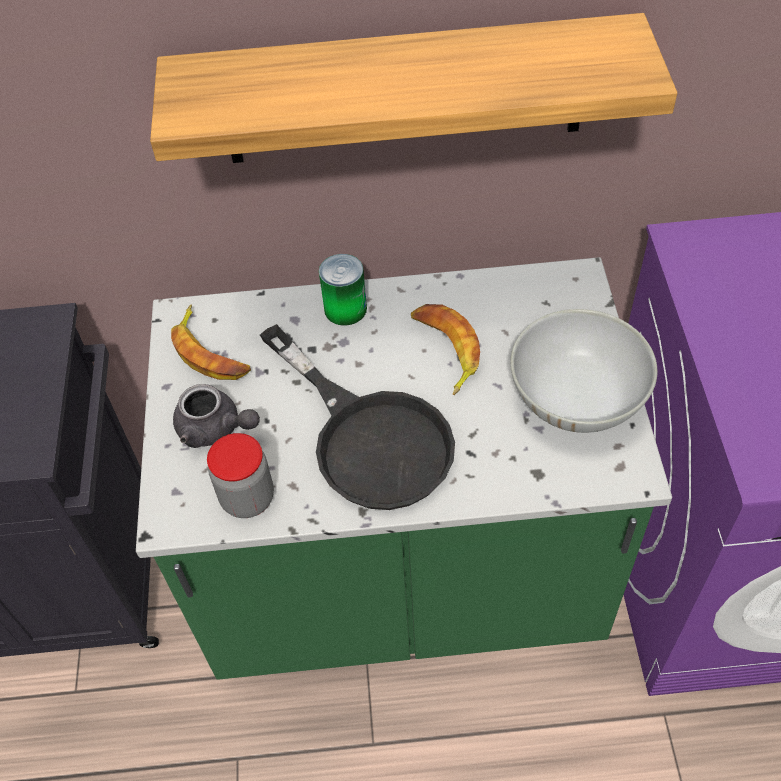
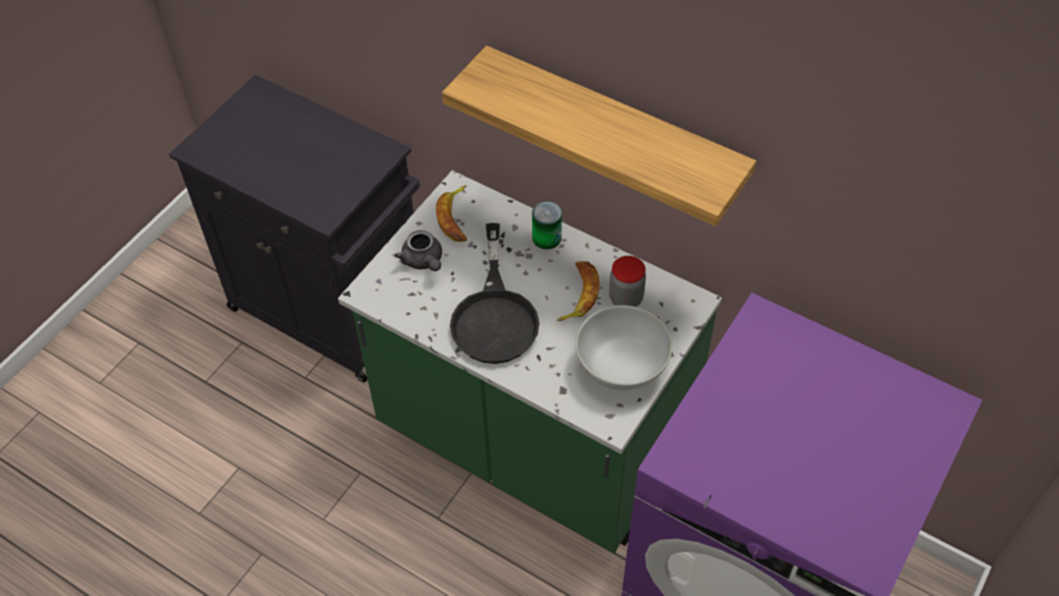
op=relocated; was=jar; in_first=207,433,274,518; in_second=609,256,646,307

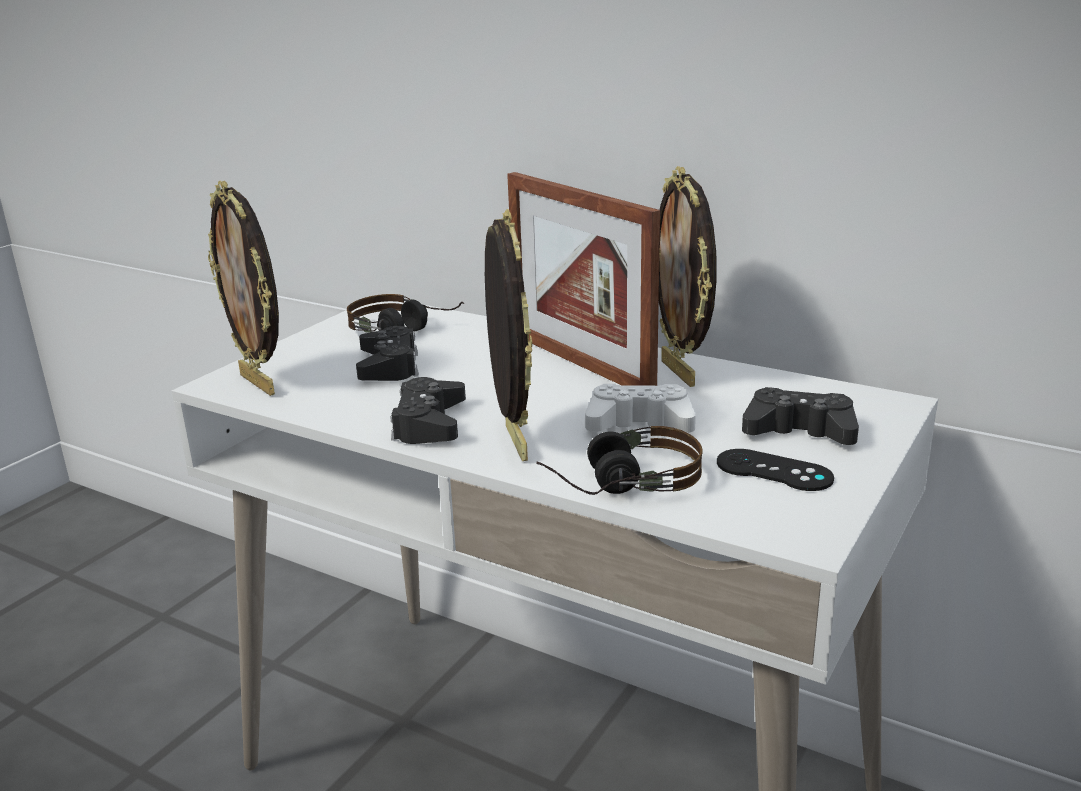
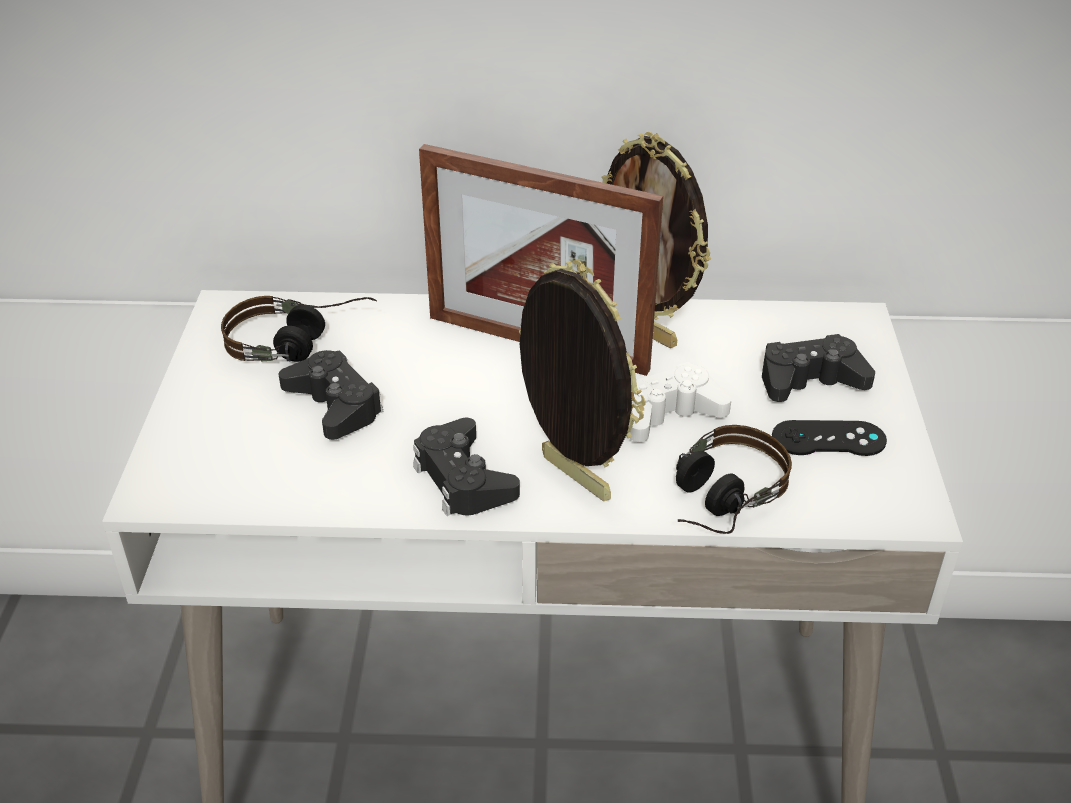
op=missing; was=picture frame; in_first=208,181,279,396

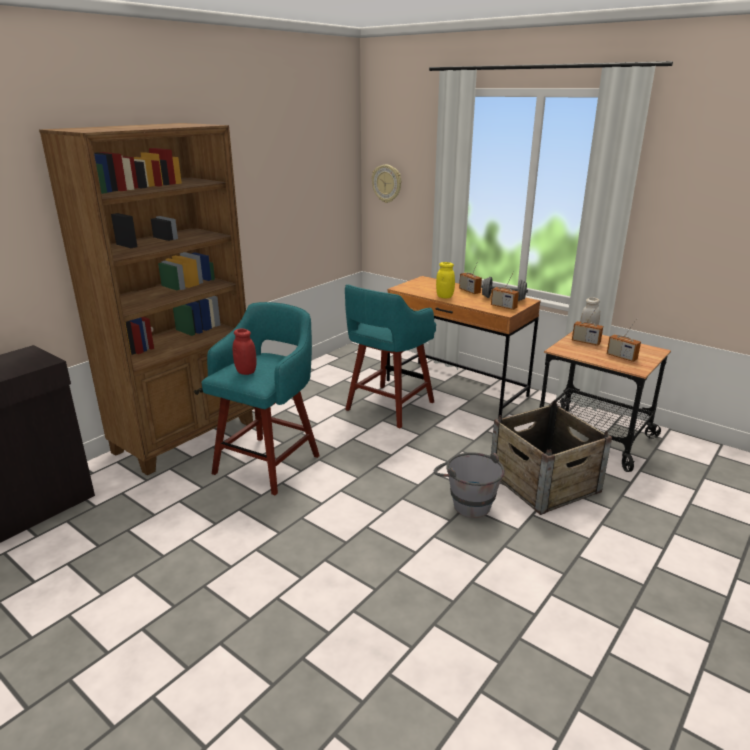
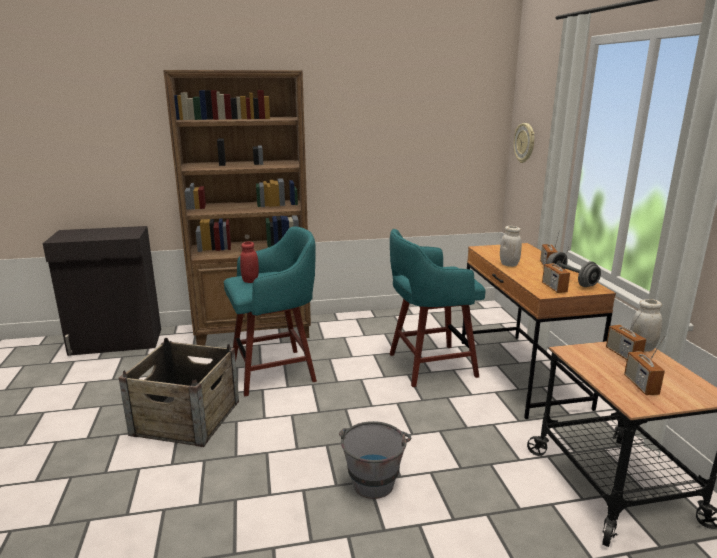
op=colour; was=jar (yellow); now=jar (white); in_first=436,262,455,298; in_second=500,226,522,267
op=relocated; was=crate; in_first=491,401,612,515; in_second=119,338,239,447

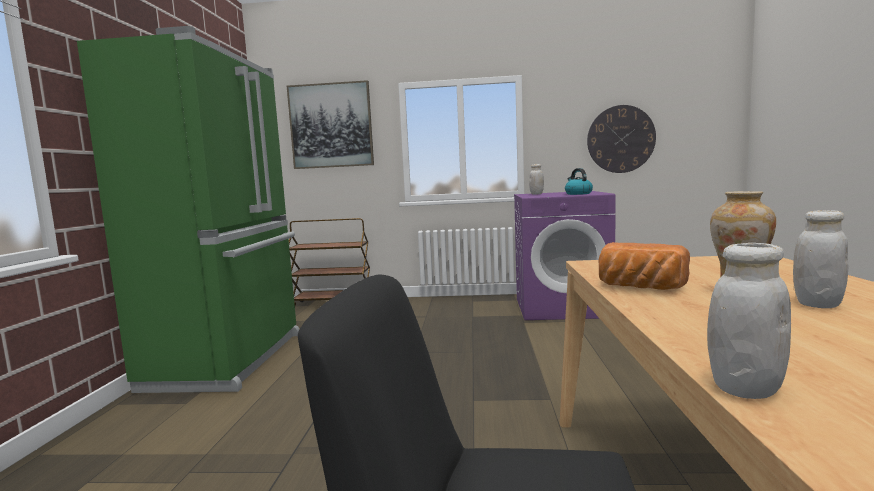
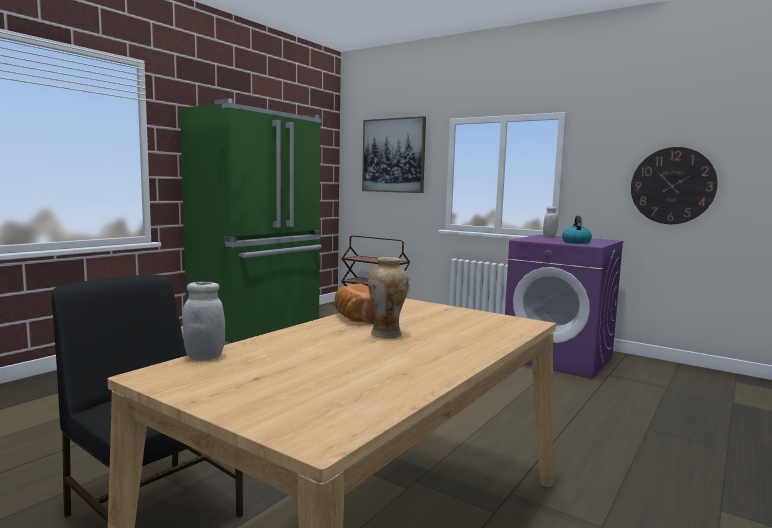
op=missing; was=jar (white); in_first=793,210,849,308

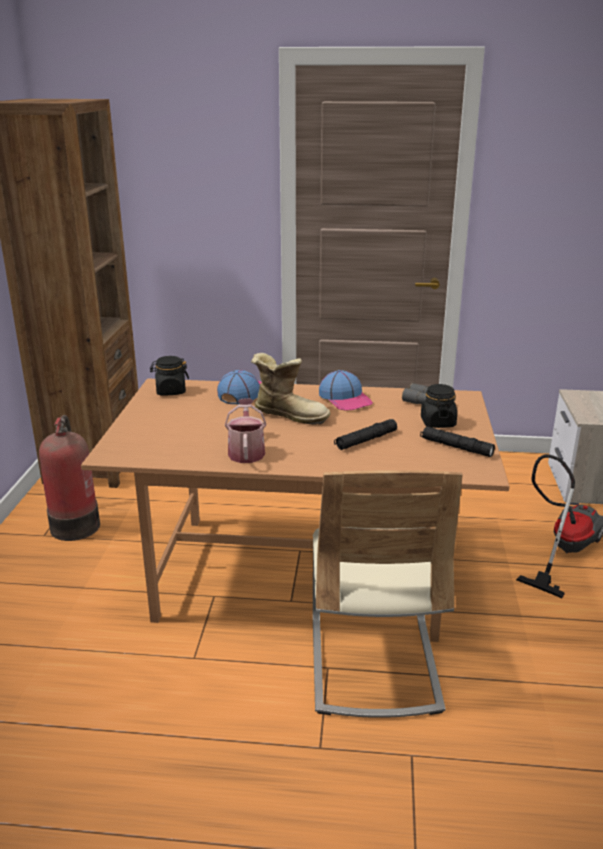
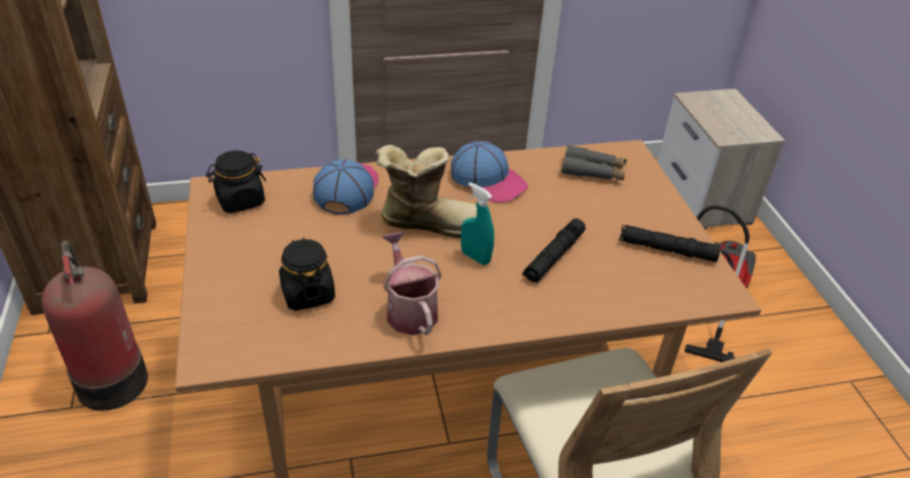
op=relocated; was=jar (black); in_first=421,384,457,428; in_second=279,238,335,311
op=appeared; now=spray bottle (turquoise); in_second=461,182,494,265

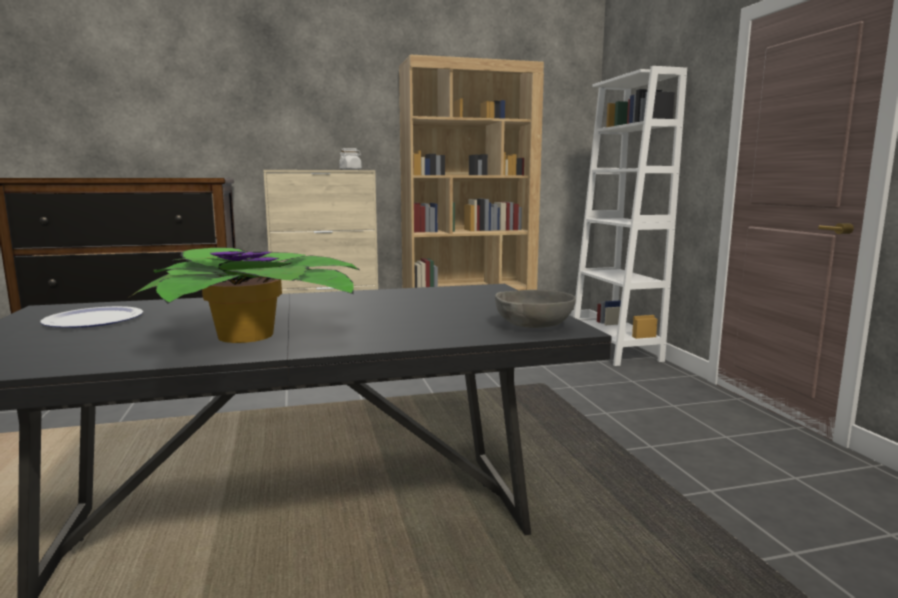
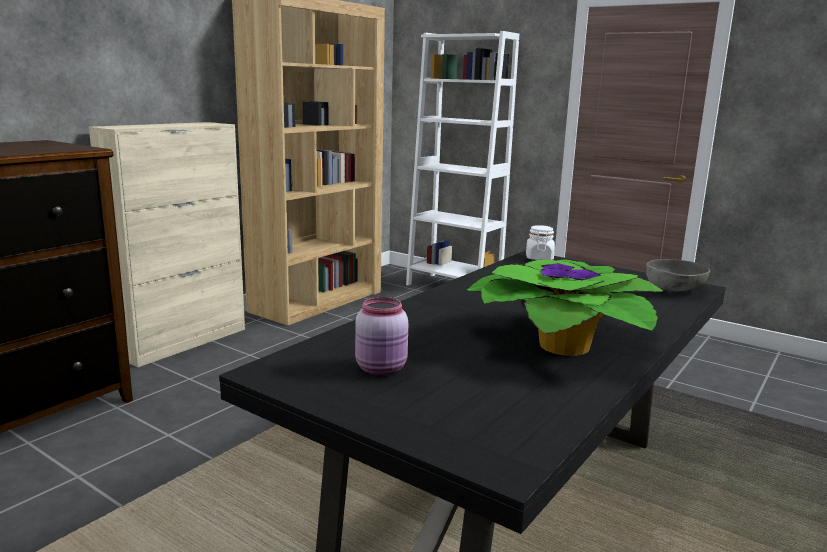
op=relocated; was=jar (white); in_first=339,148,362,170; in_second=526,225,555,260
op=exchanged; was=plate; now=jar (pink); in_first=41,306,143,328; in_second=355,297,408,376

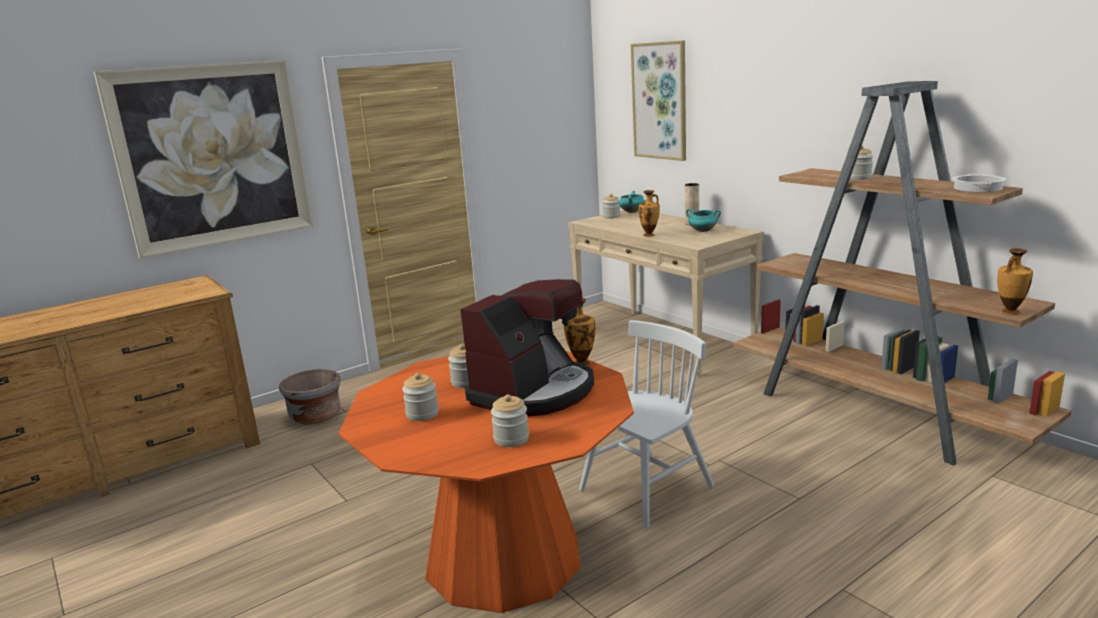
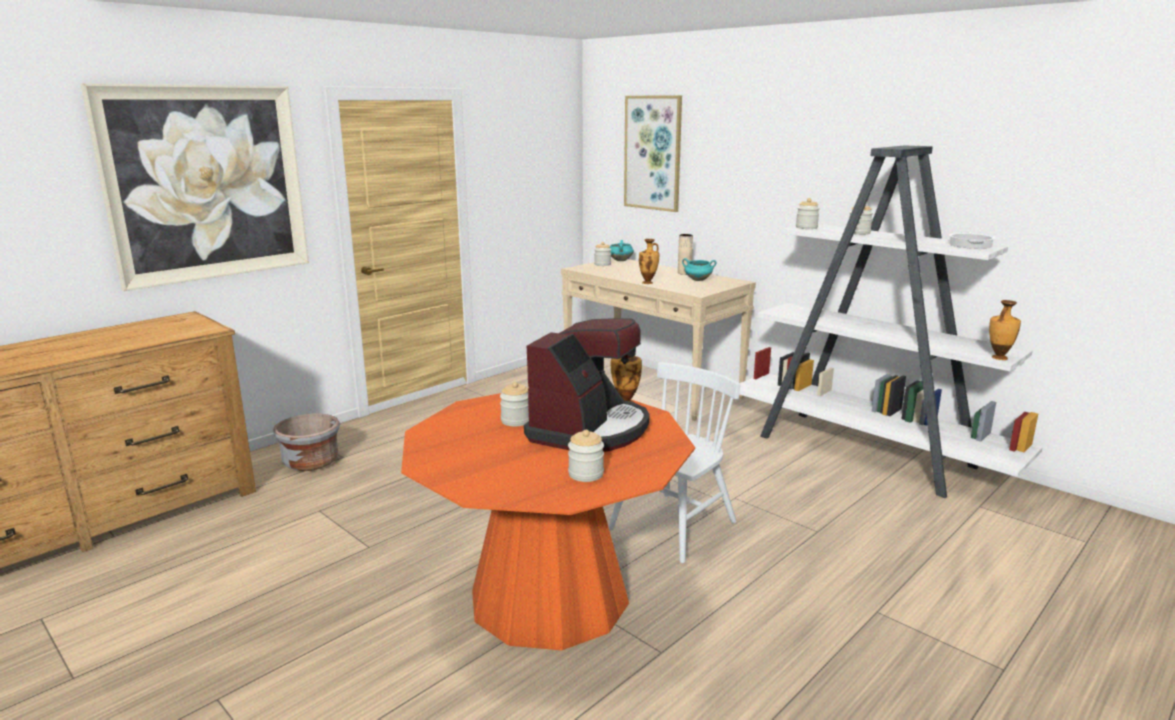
op=colour; was=bookcase (brown); now=bookcase (white); in_first=733,81,1071,465; in_second=739,145,1043,498
op=relocated; was=jar; in_first=402,373,439,421; in_second=796,198,820,229

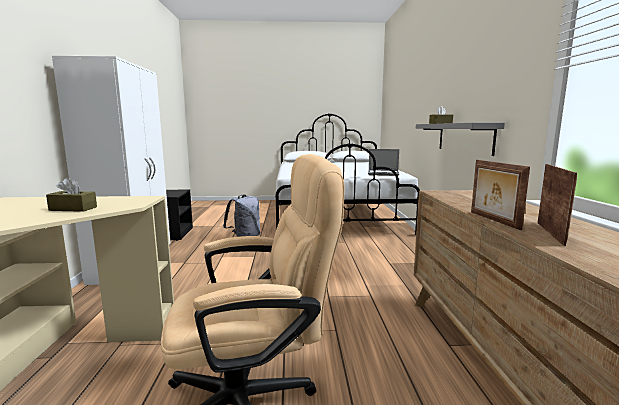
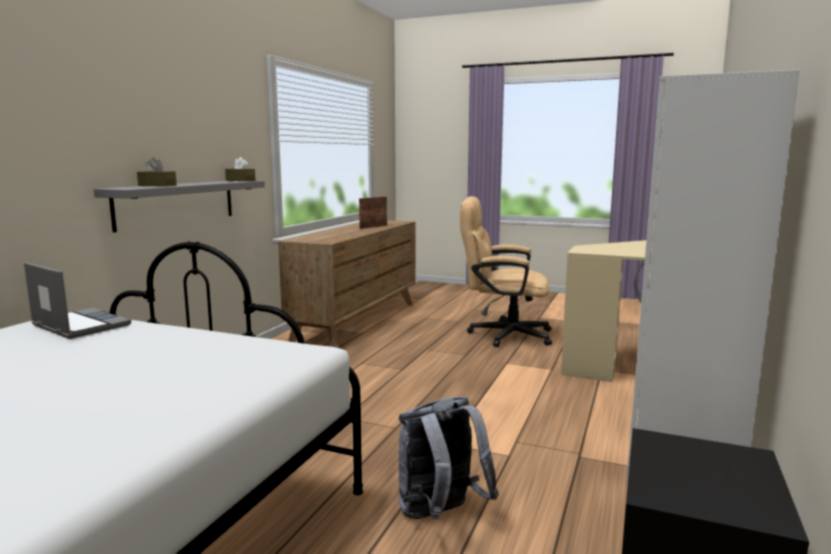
op=missing; was=picture frame; in_first=471,160,530,230
op=relocated; was=tissue box (brown); in_first=46,177,97,212; in_second=225,157,256,181

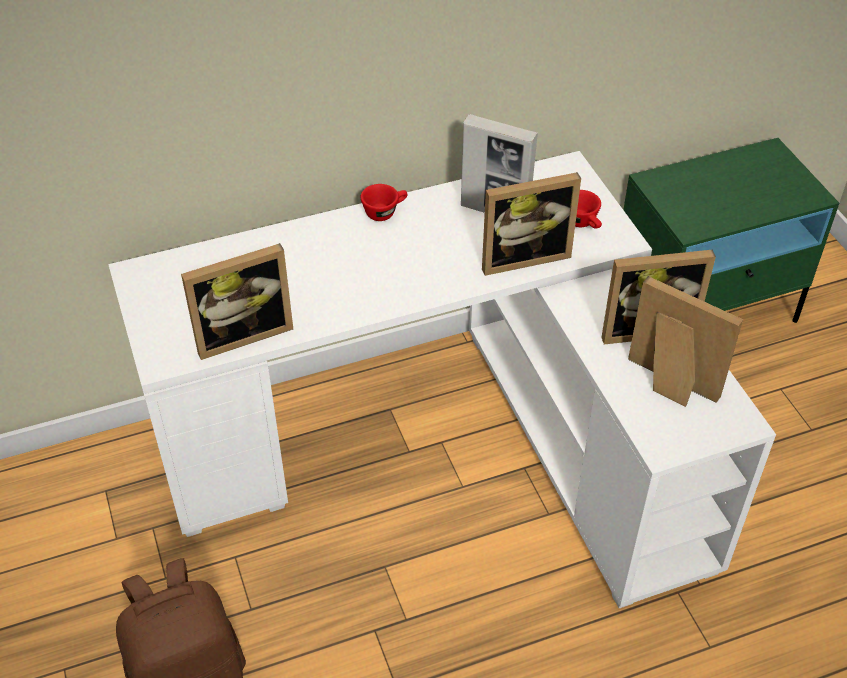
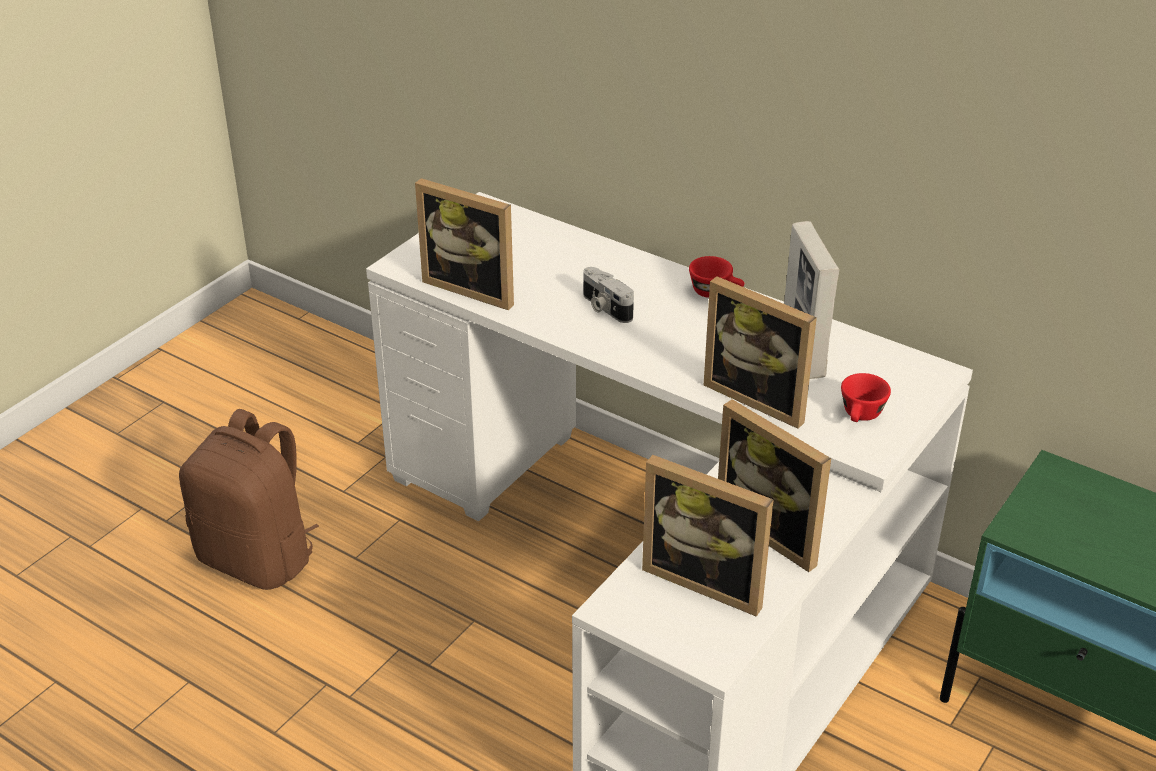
op=spun; was=picture frame; in_first=628,276,743,407; in_second=642,455,774,617; clockwise=120
op=appeared; now=photo camera; in_second=583,267,634,323

